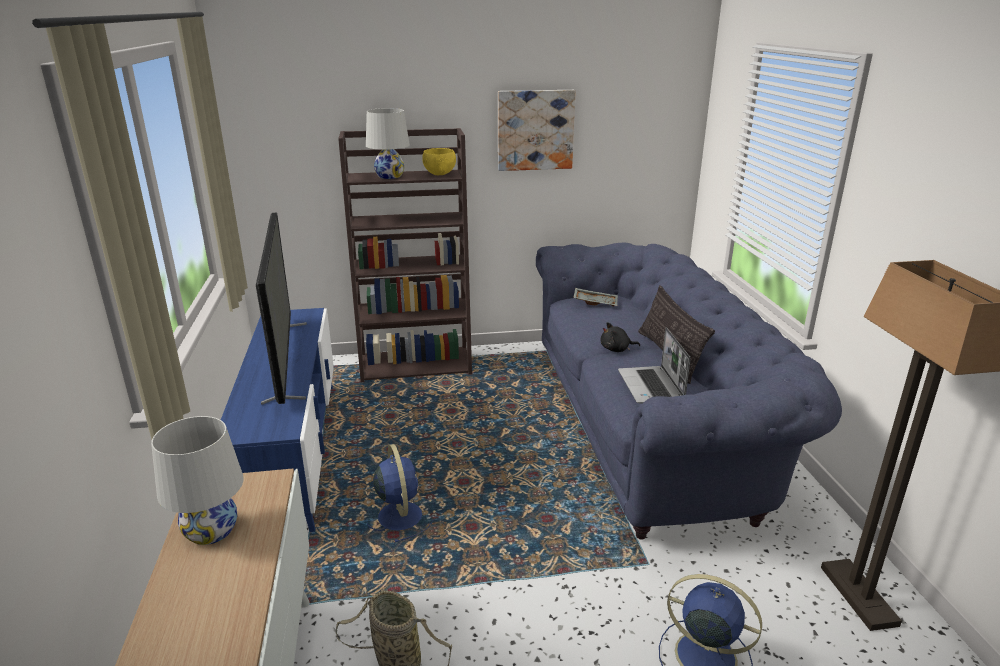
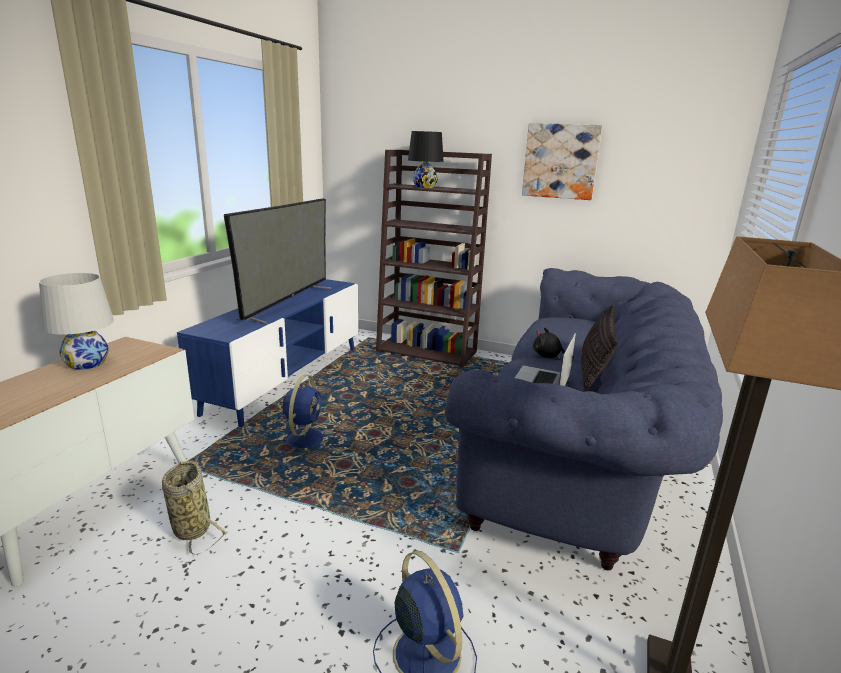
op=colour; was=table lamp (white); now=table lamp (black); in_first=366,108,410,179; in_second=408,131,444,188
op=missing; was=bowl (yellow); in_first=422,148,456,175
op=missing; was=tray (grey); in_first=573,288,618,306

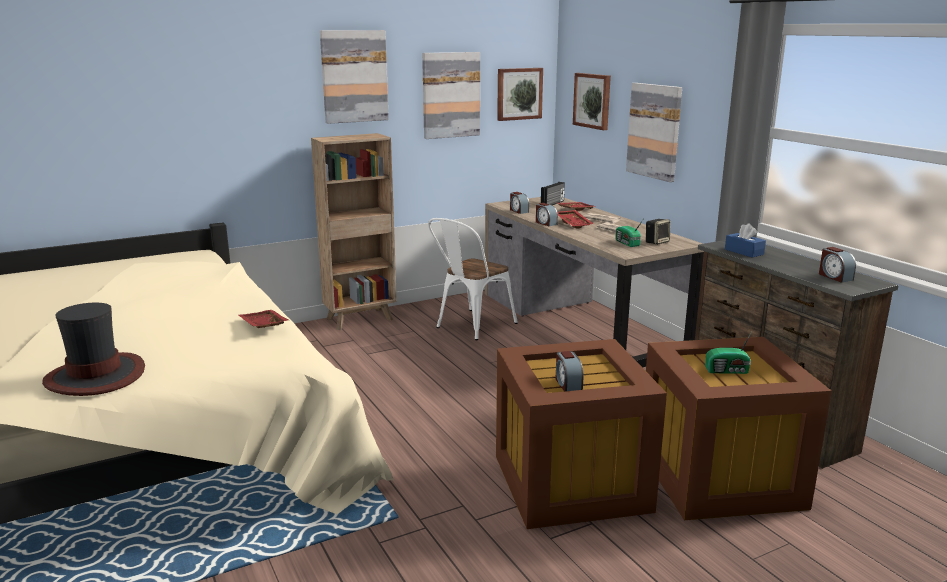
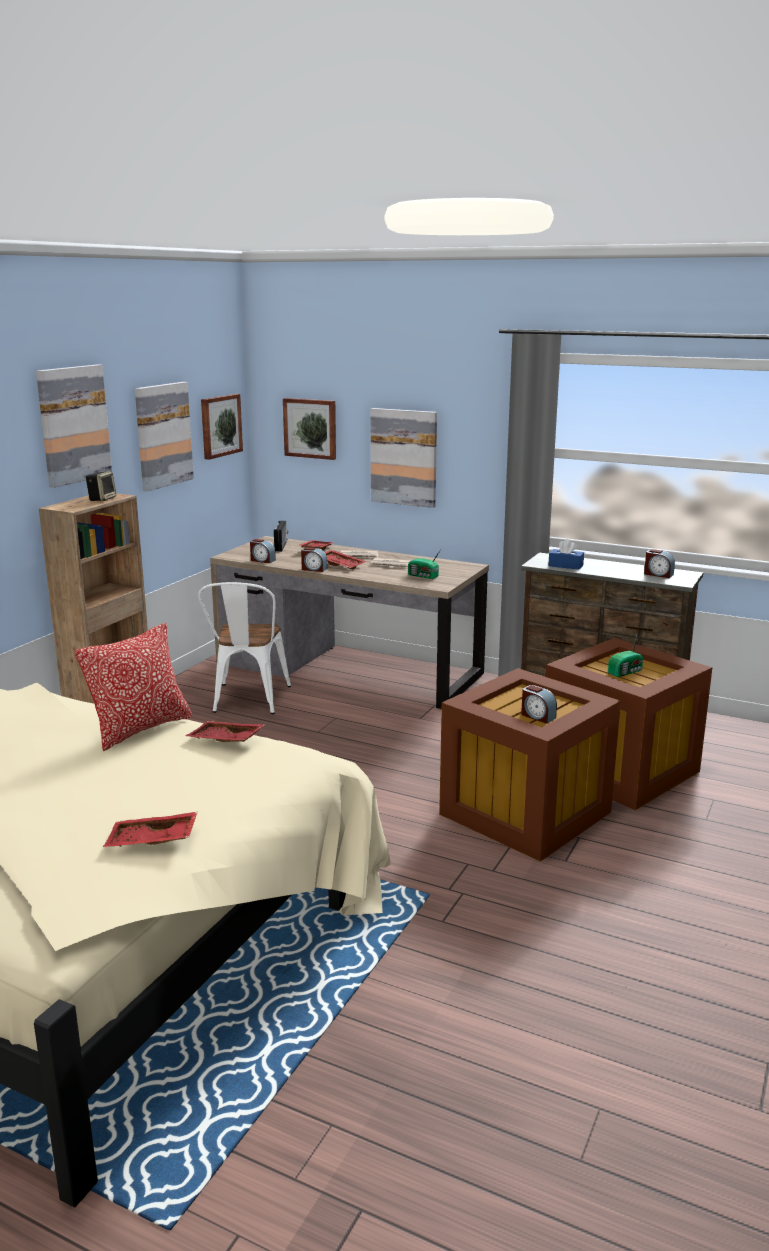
op=relocated; was=speaker; in_first=646,219,670,245; in_second=86,471,116,501
op=exchanged; was=hat; now=tray (red); in_first=42,303,145,396; in_second=103,812,198,847
op=appeared; now=pillow; in_second=75,623,192,751

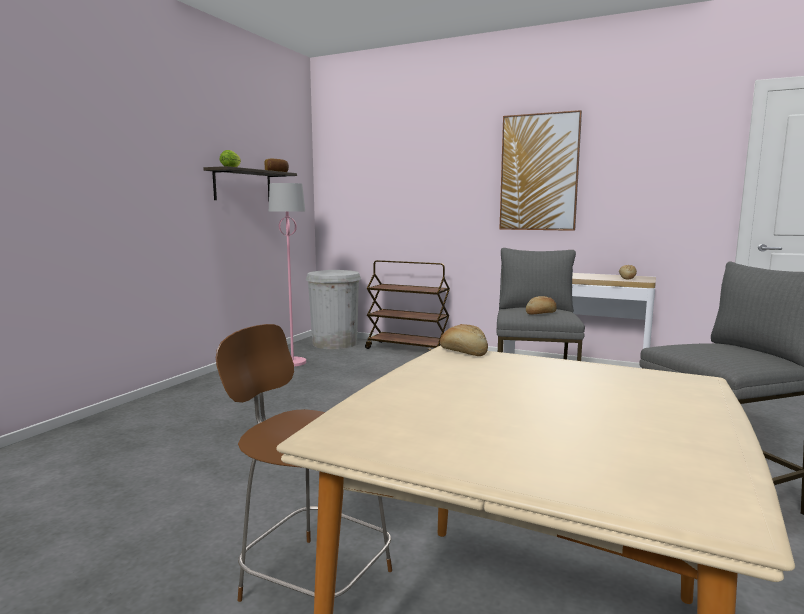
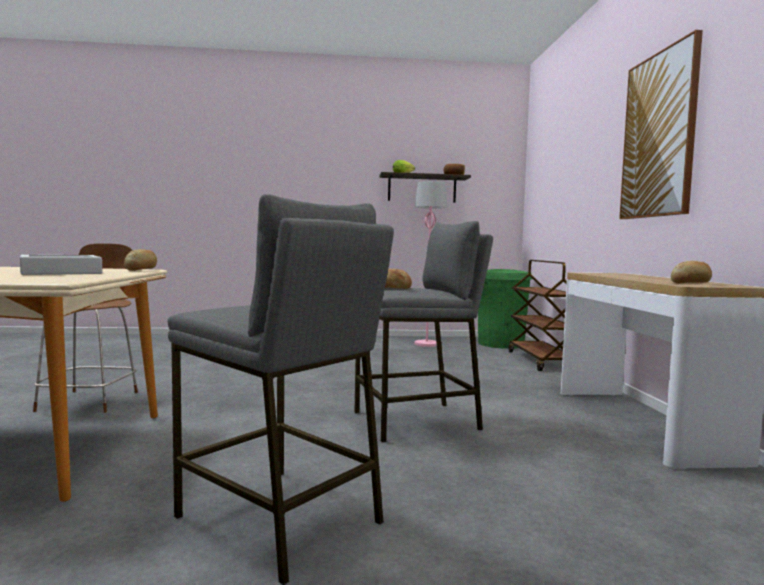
op=colour; was=trash can (white); now=trash can (green); in_first=306,270,361,349; in_second=478,269,532,349
op=appeared; now=tray (grey); in_second=20,255,102,275

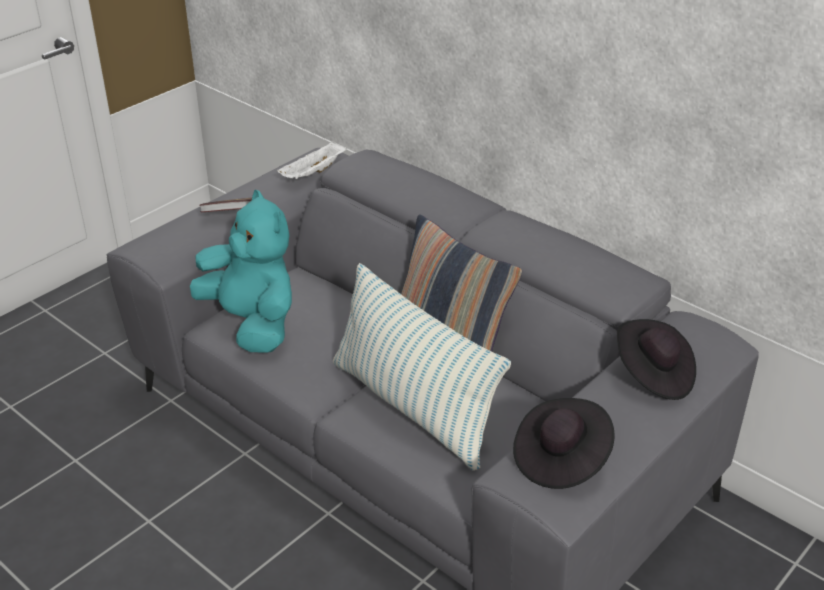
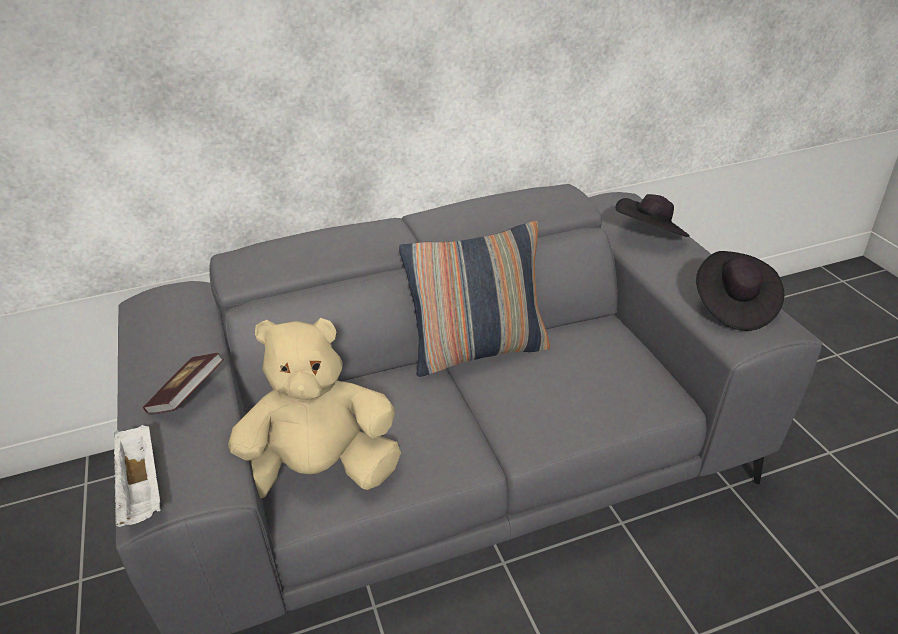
op=relocated; was=tray (white); in_first=277,140,346,179; in_second=114,425,161,527
op=colour; was=plush toy (turquoise); now=plush toy (beige); in_first=190,190,292,352; in_second=228,318,401,498
op=missing; was=pillow; in_first=333,263,511,471

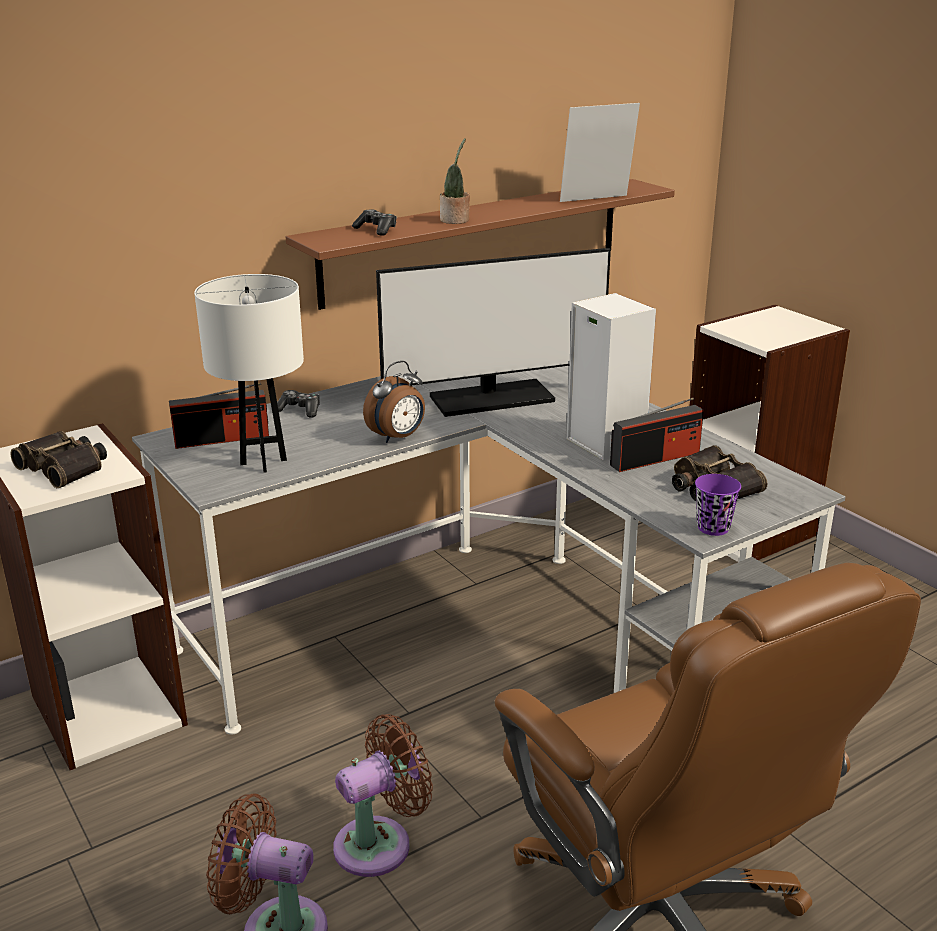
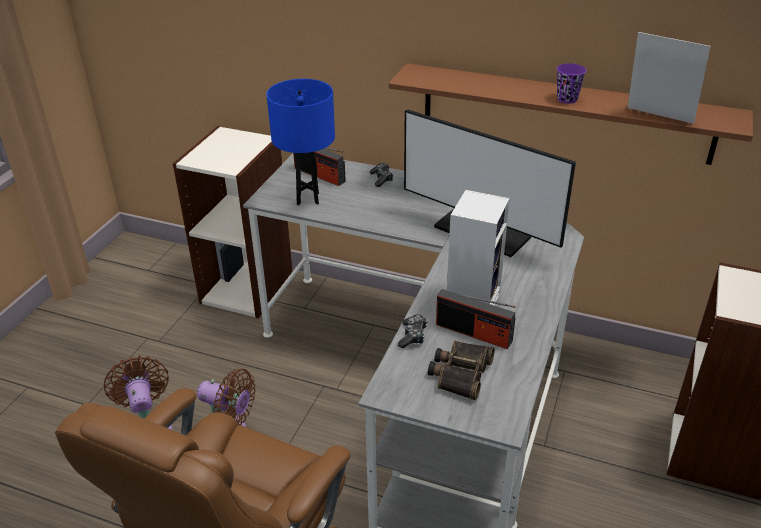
op=missing; was=potted plant; in_first=440,138,470,224
op=relocated; was=game controller; in_first=352,209,397,236; in_second=398,314,427,348
op=colour; was=table lamp (white); now=table lamp (blue); in_first=194,274,304,473; in_second=266,79,335,205
op=missing; was=alarm clock; in_first=363,361,425,443
op=missing; was=binoculars; in_first=10,431,107,488
op=relocated; was=cup (purple); in_first=695,474,741,536; in_second=557,63,586,103

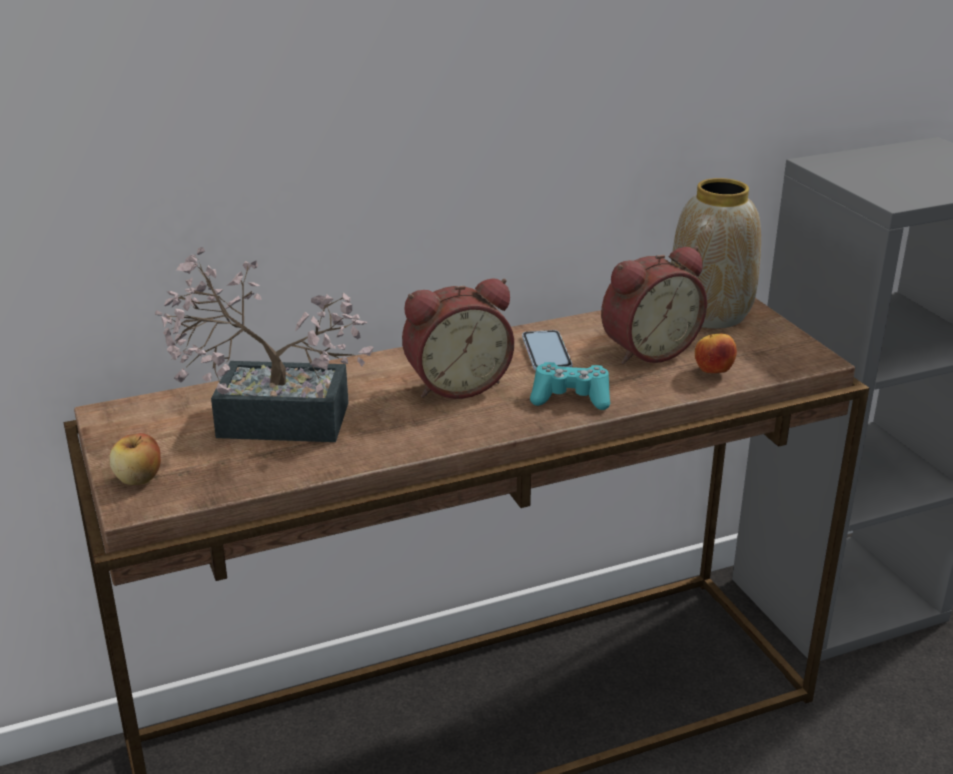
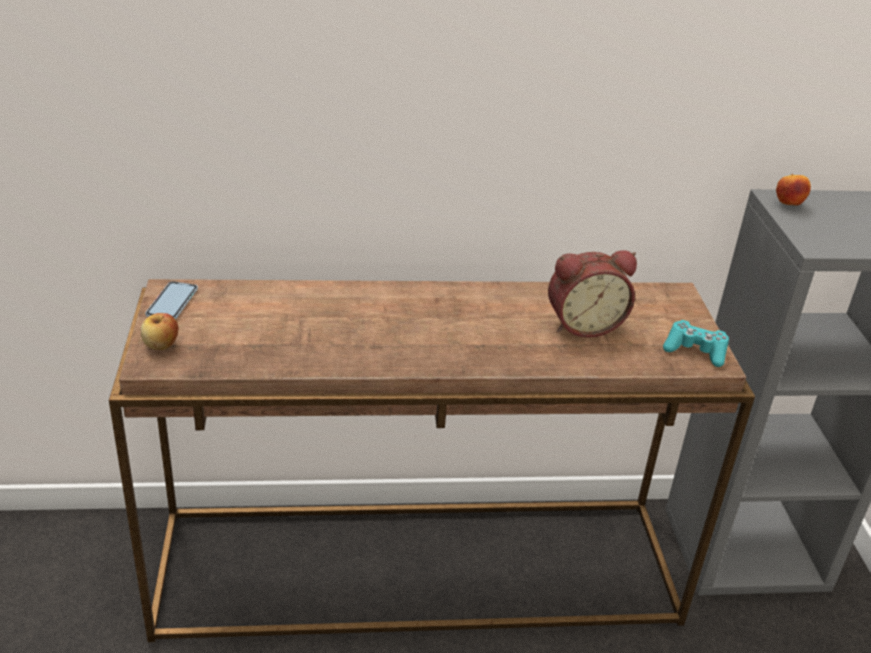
op=missing; was=vase; in_first=671,178,761,328
op=missing; was=potted plant; in_first=155,247,374,442
op=missing; was=alarm clock; in_first=402,278,514,399
op=relocated; was=phone; in_first=522,330,572,370; in_second=145,281,198,320
op=relocated; was=apple; in_first=695,334,737,373; in_second=776,174,811,206
op=relocated; was=game controller (turquoise); in_first=530,362,610,410; in_second=663,320,729,367

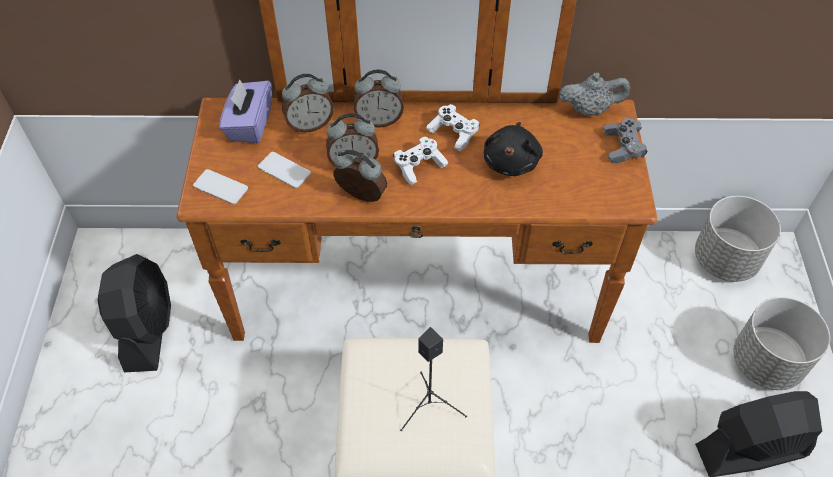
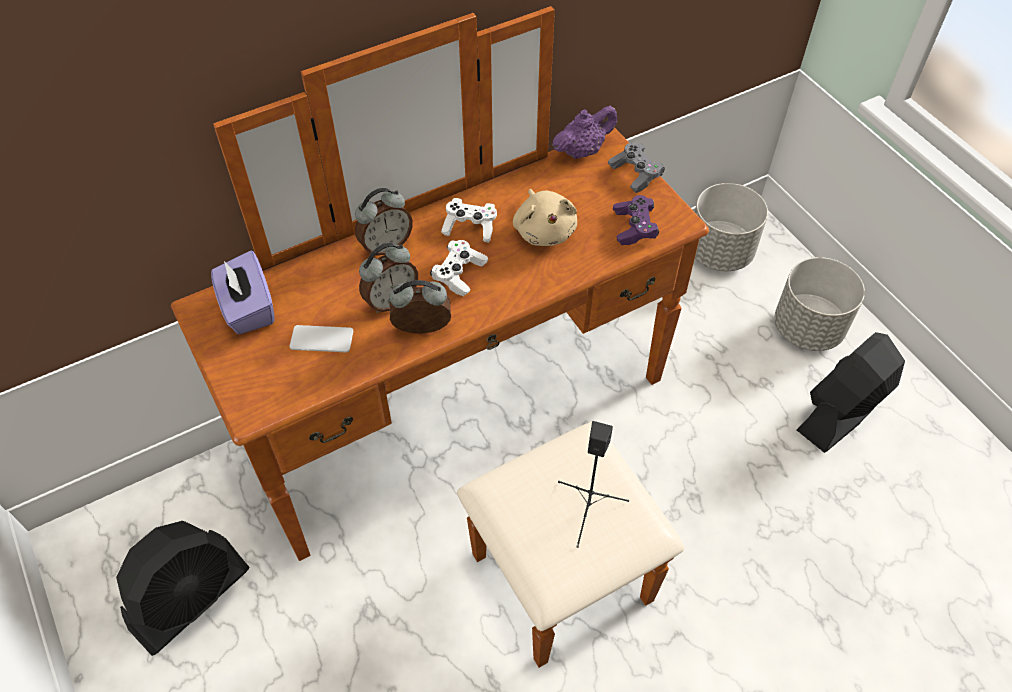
op=colour; was=teapot (grey); now=teapot (purple); in_first=560,73,630,116; in_second=552,106,617,159
op=missing; was=alarm clock; in_first=282,74,334,132
op=colour; was=plush toy (black); now=plush toy (beige); in_first=484,122,543,176; in_second=513,189,577,246
op=missing; was=phone; in_first=193,169,248,204
op=spun; was=fan (black); in_first=98,254,171,372; in_second=116,521,249,656; clockwise=75
op=appeared; now=game controller (purple); in_second=613,195,659,245

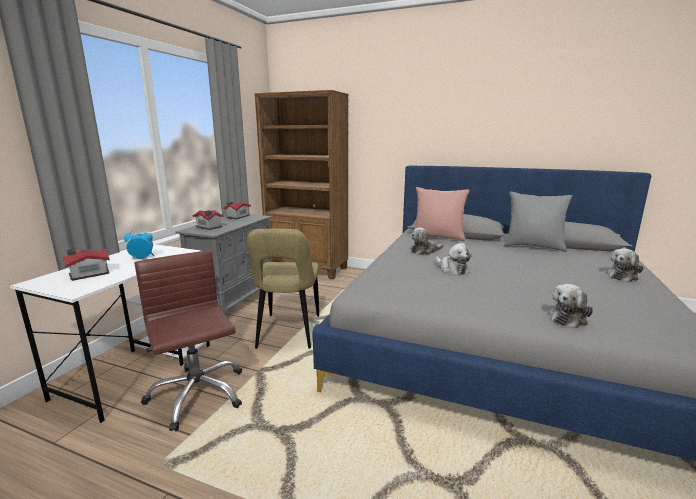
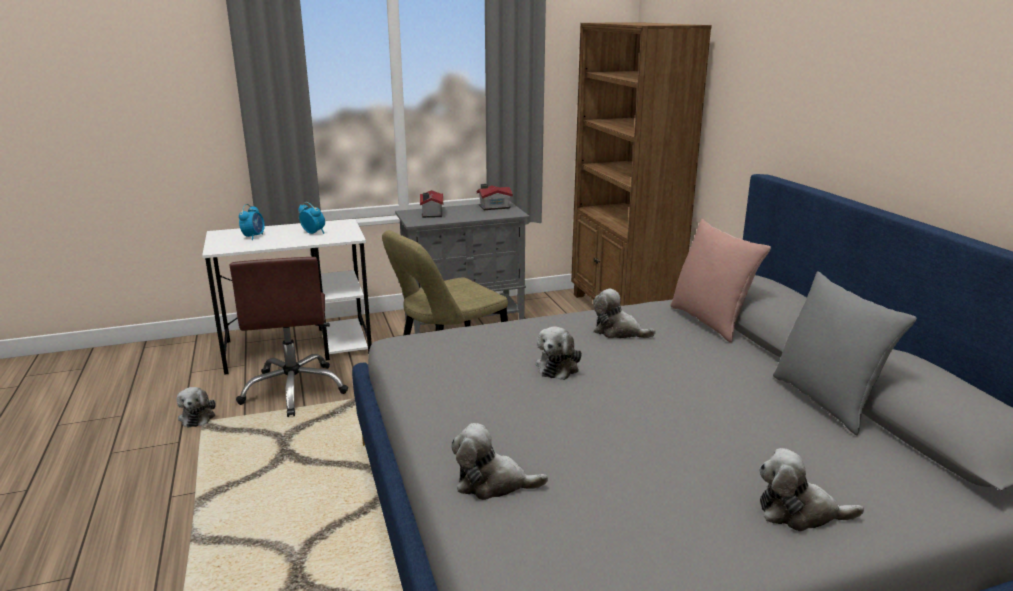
op=exchanged; was=toy house; now=alarm clock; in_first=63,249,110,281; in_second=239,204,265,240
op=spun; was=office chair (brown); in_first=135,250,242,431; in_second=230,257,348,417; clockwise=150
op=appeared; now=plush toy; in_second=177,387,215,428

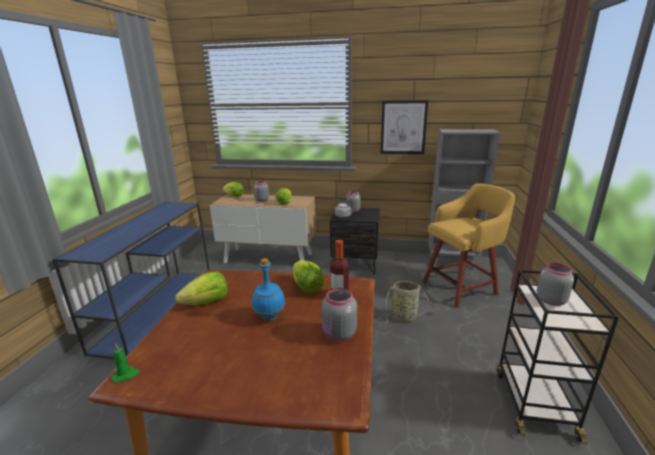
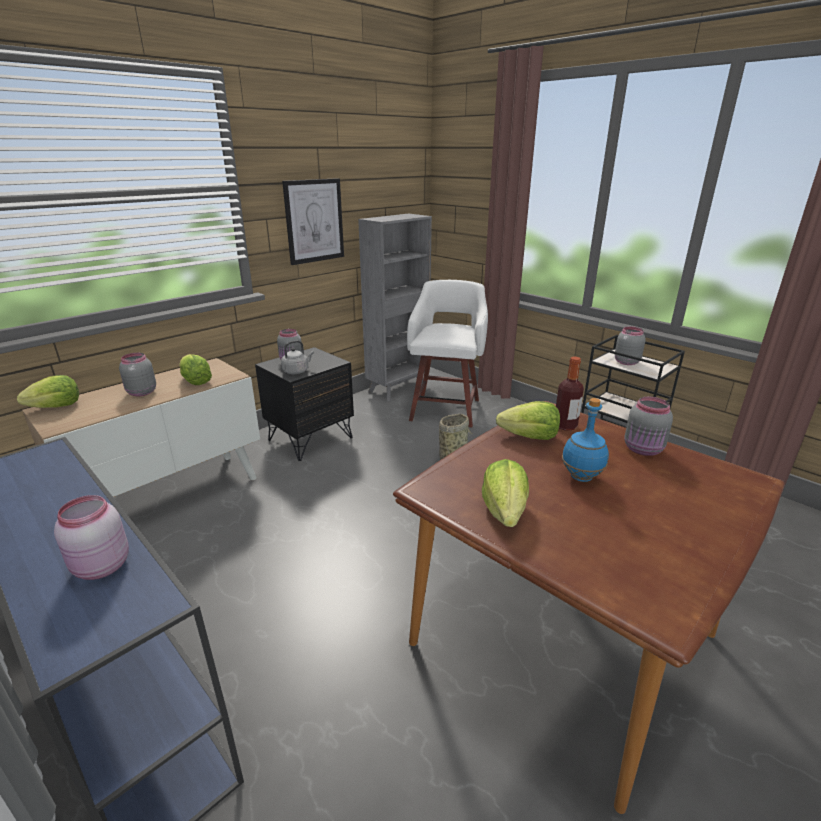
op=colour; was=stool (yellow); now=stool (white); in_first=423,183,515,308; in_second=407,280,488,427
op=missing; was=candle (green); in_first=112,344,140,383
op=appeared; now=jar (pink); in_second=54,495,129,580

